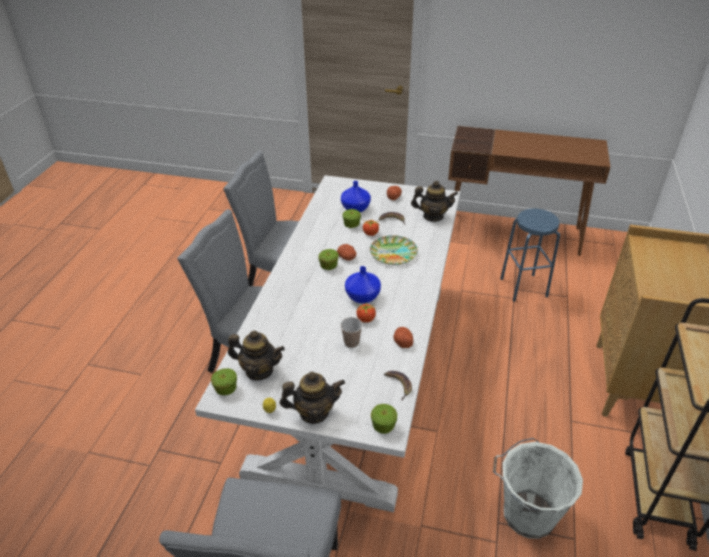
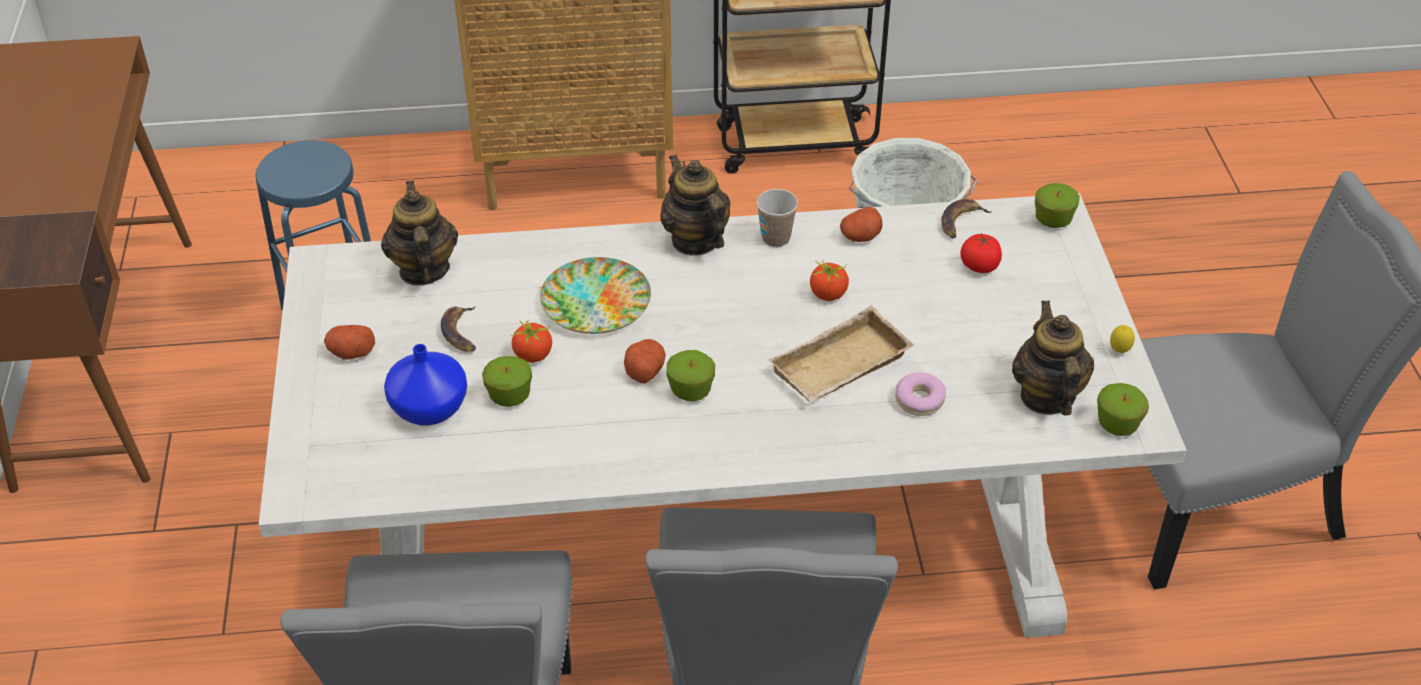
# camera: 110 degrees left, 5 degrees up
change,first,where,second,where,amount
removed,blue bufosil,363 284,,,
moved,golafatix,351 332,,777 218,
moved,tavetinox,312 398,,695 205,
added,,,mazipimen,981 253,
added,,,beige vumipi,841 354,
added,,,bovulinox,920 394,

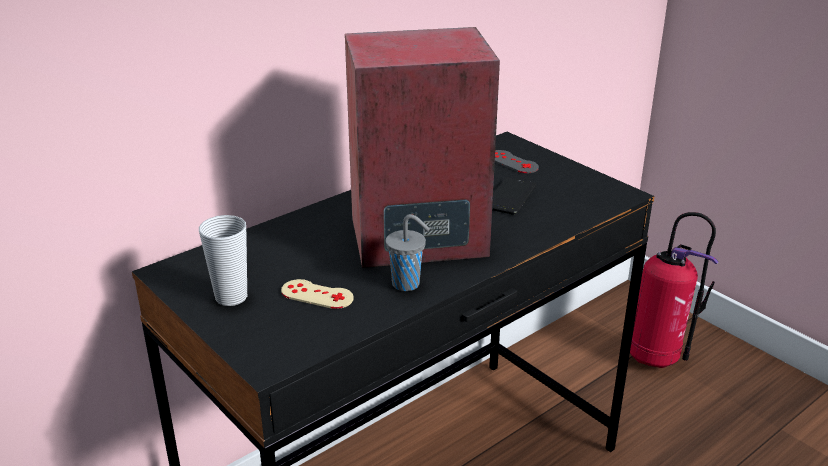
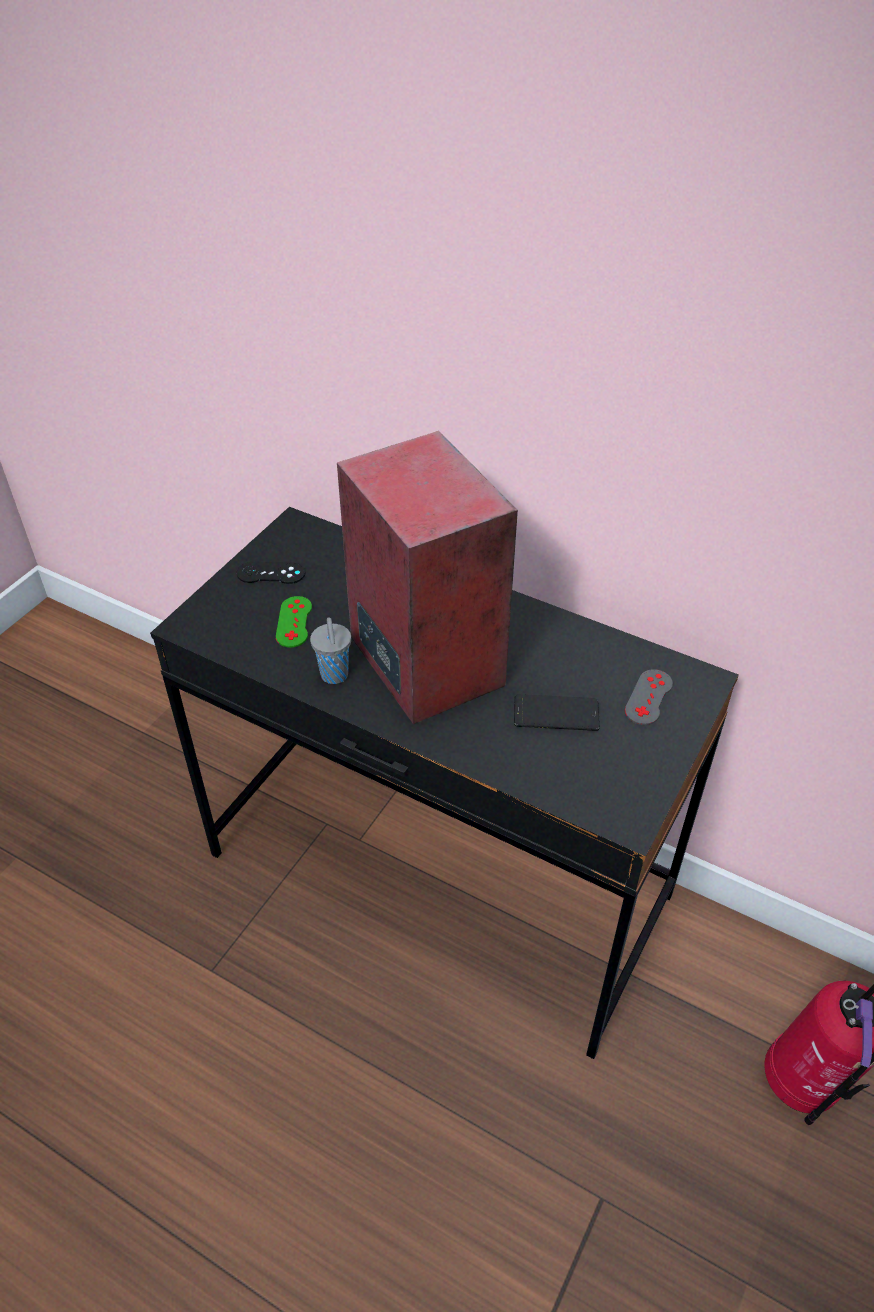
# camera: 70 degrees right, 15 degrees up
change,first,where,second,where,amount
replaced,golafatix,223 260,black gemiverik,270 573,
recoloured,beige gemiverik,317 294,green gemiverik,294 622,

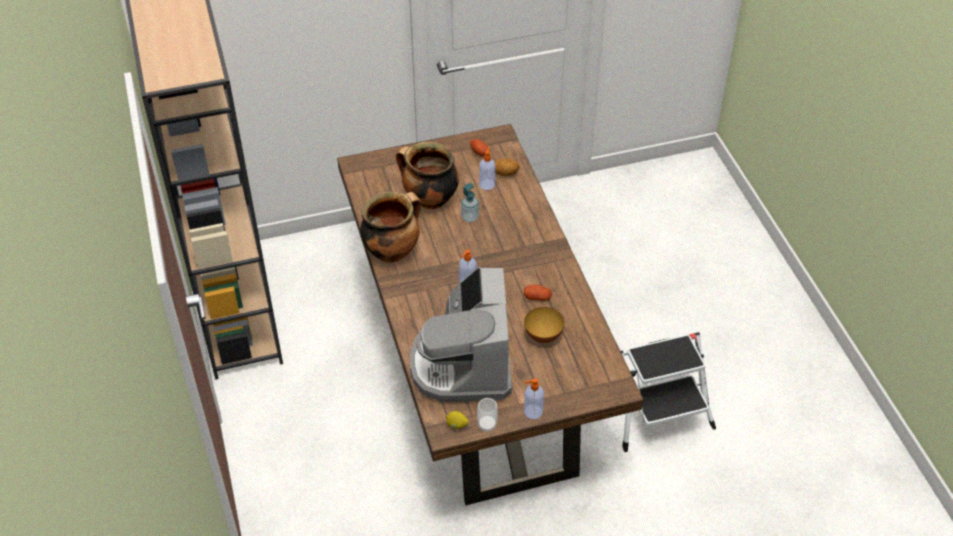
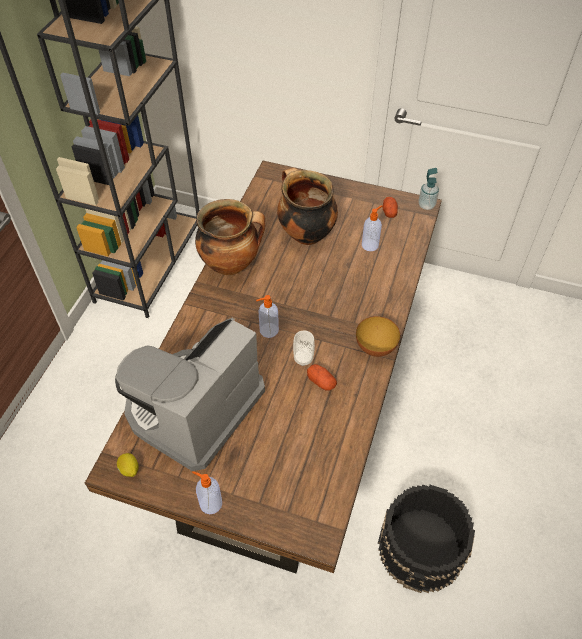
# camera: 35 degrees right, 5 degrees up
change,first,where,second,where,amount
removed,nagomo,507 167,,,
moved,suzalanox,470 202,,428 189,
moved,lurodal,544 325,,378 336,
replaced,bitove,668 392,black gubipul,426 539,
moved,golafatix,487 415,,304 348,

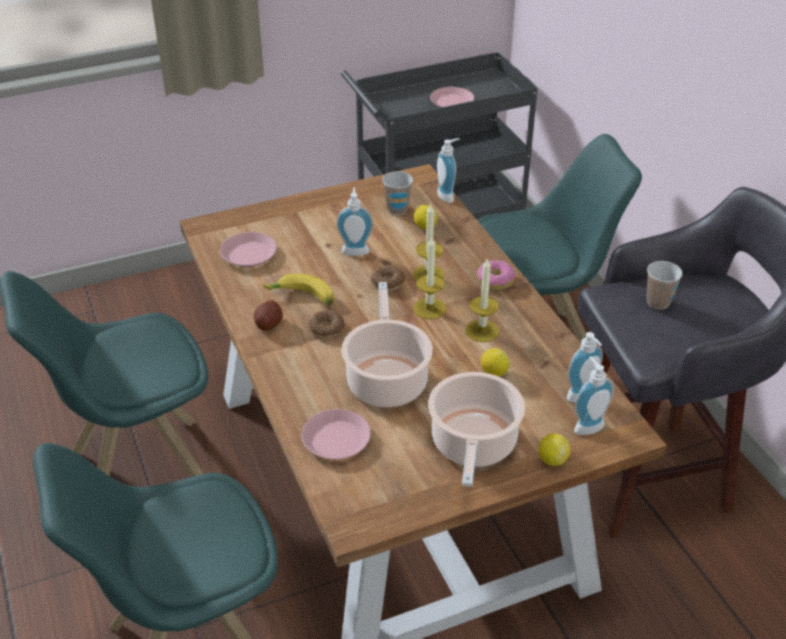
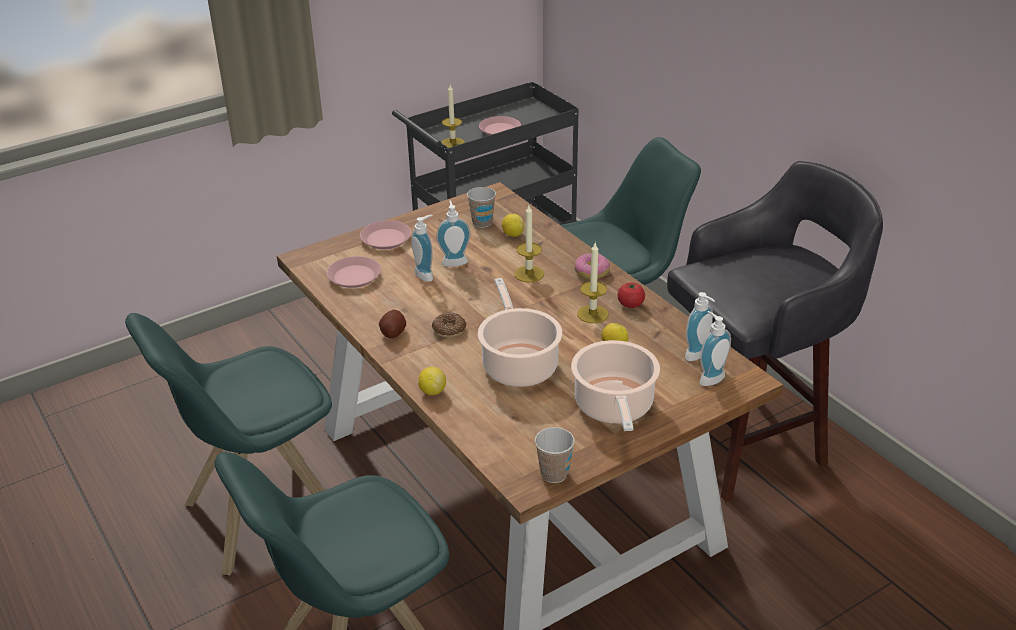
# camera: 10 degrees left, 5 degrees down
change,first,where,second,where,amount
moved,suzalanox,448 170,,422 248,
moved,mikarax,429 278,,453 116,
moved,golafatix,665 285,,555 455,
removed,bovulinox,388 278,,,
removed,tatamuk,298 290,,,
moved,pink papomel,336 434,,385 234,
moved,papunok,555 449,,432 381,
added,,,mazipimen,631 295,

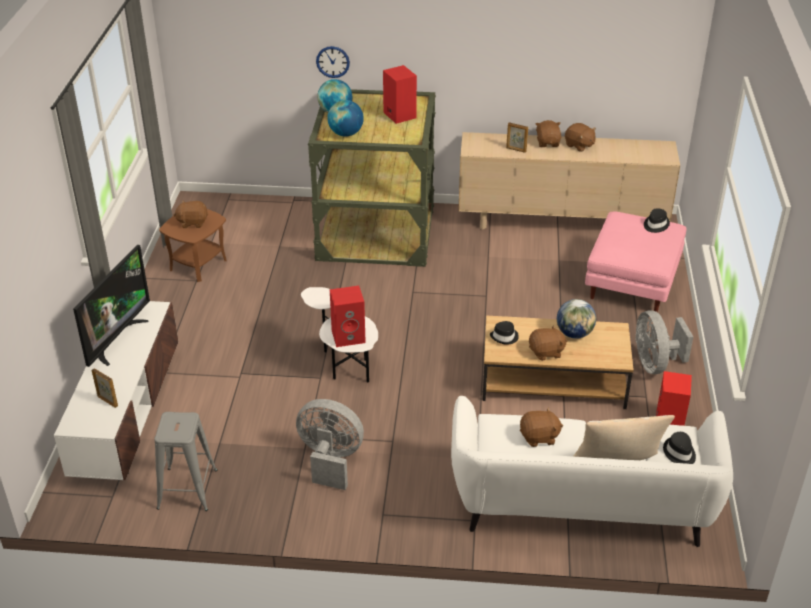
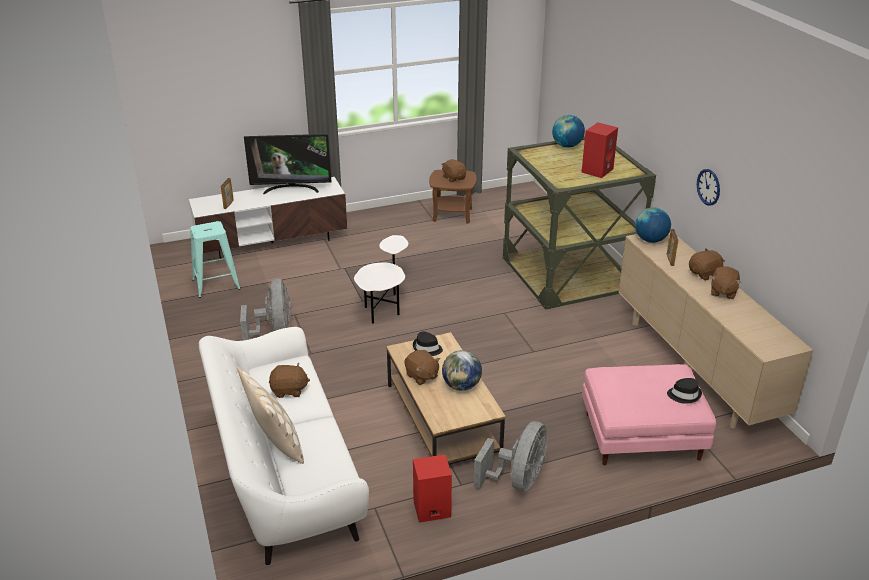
# camera: 65 degrees right, 5 degrees down
change,first,where,second,where,amount
moved,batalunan,333 62,,708 187,
moved,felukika,345 118,,653 225,
removed,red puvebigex,348 316,,,
turned,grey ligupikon,664 342,,510 456,150 degrees clockwise
turned,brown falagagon,541 427,,289 380,60 degrees counterclockwise
recoloured,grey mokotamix,185 461,turquoise mokotamix,215 259,
removed,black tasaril,679 448,,,

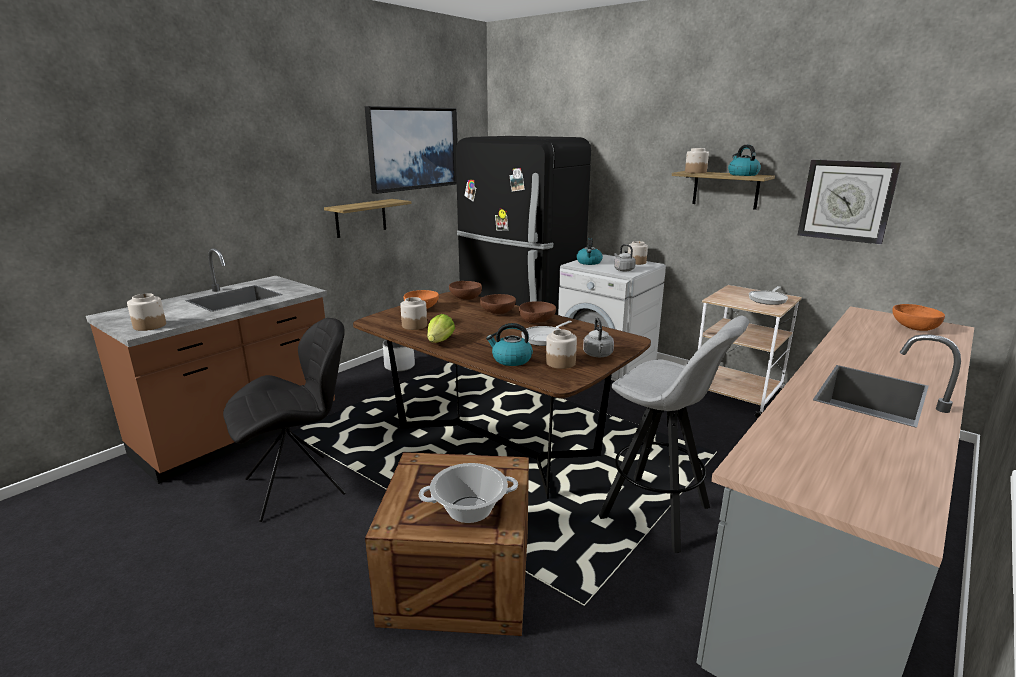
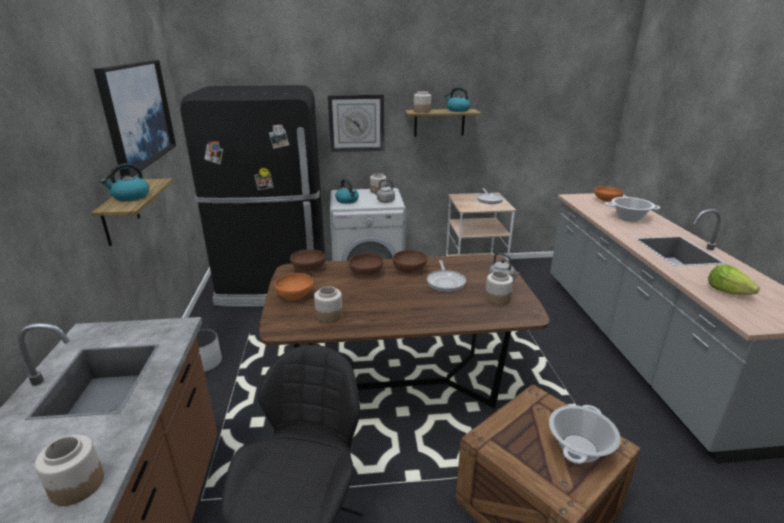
# camera: 45 degrees left, 5 degrees up
change,first,where,second,where,amount
moved,batalunan,849 202,,356 123,
moved,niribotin,441 328,,734 279,
removed,grey mokotamix,674 434,,,
moved,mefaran,509 344,,125 182,
added,,,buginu,633 209,

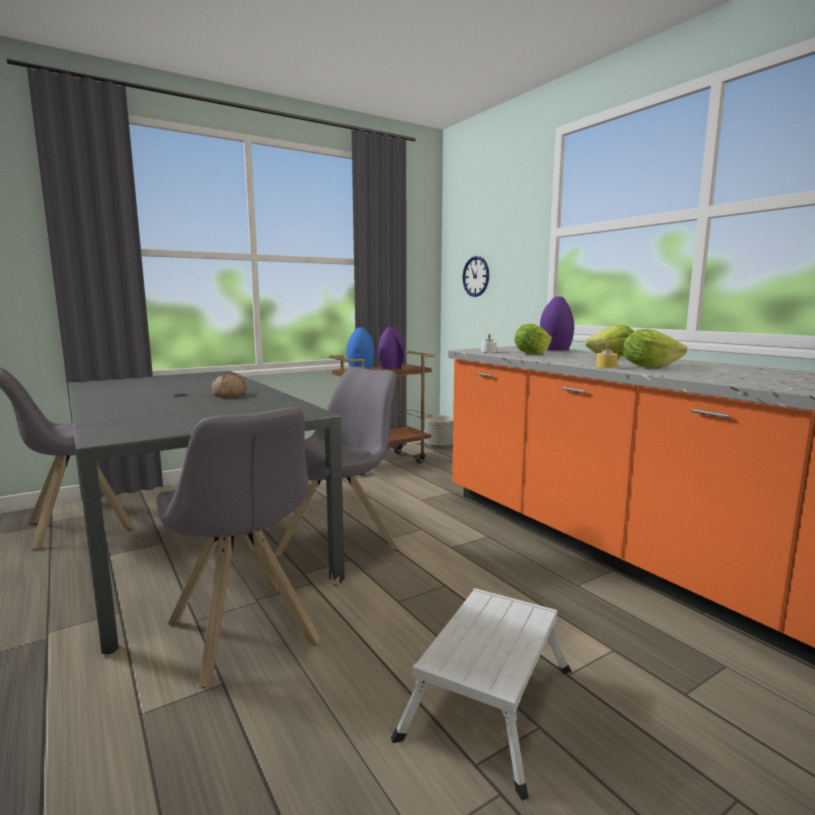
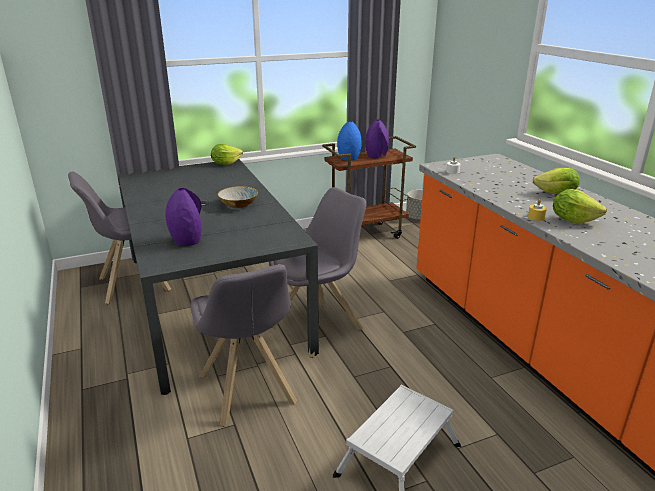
# camera: 10 degrees right, 15 degrees up
change,first,where,second,where,amount
removed,batalunan,475 276,,,
moved,purple bufosil,557 323,,183 217,
moved,niribotin,533 339,,227 154,
replaced,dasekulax,229 385,lurodal,237 197,

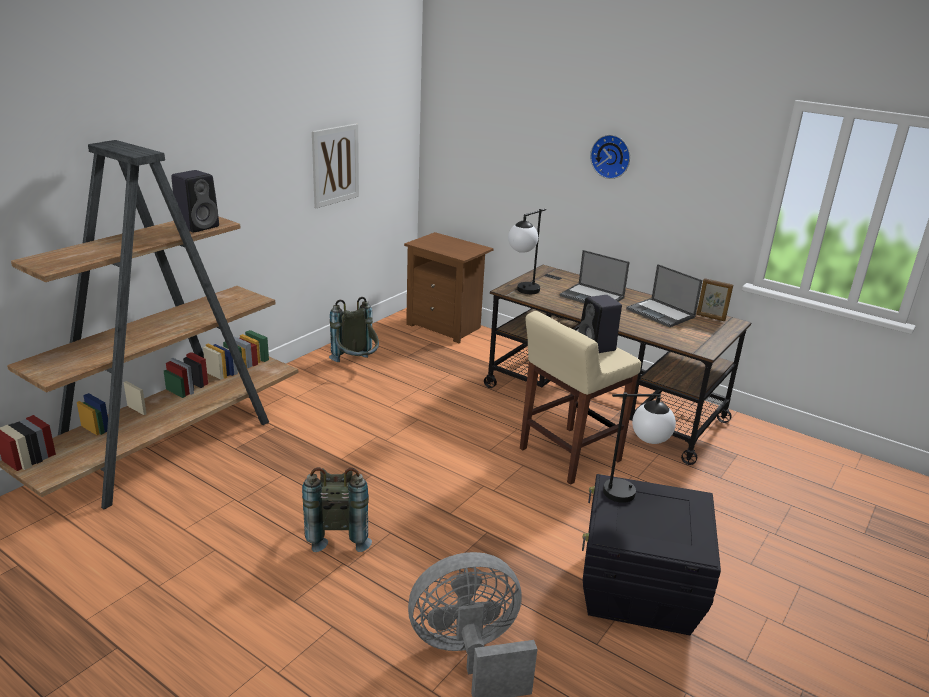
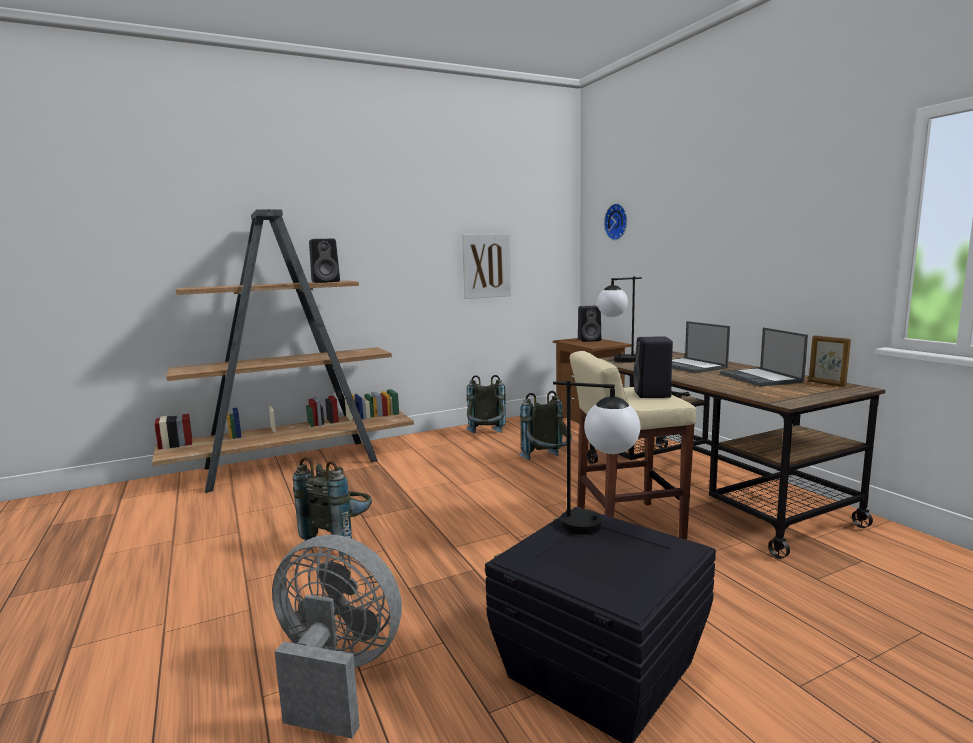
# camera: 30 degrees right, 15 degrees down
change,first,where,second,where,amount
moved,batalunan,610 157,,615 222,
added,,,black puvebigex,589 324,
added,,,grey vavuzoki,545 425,

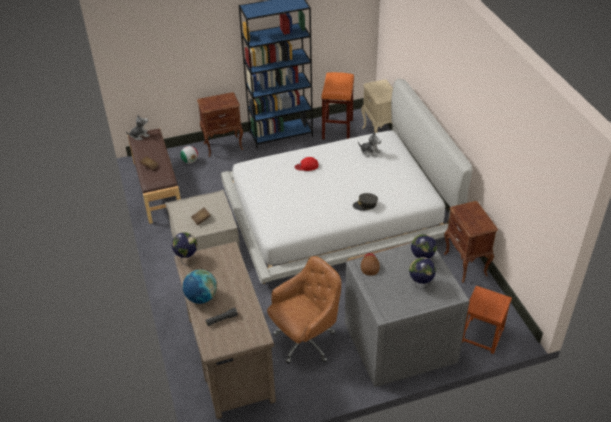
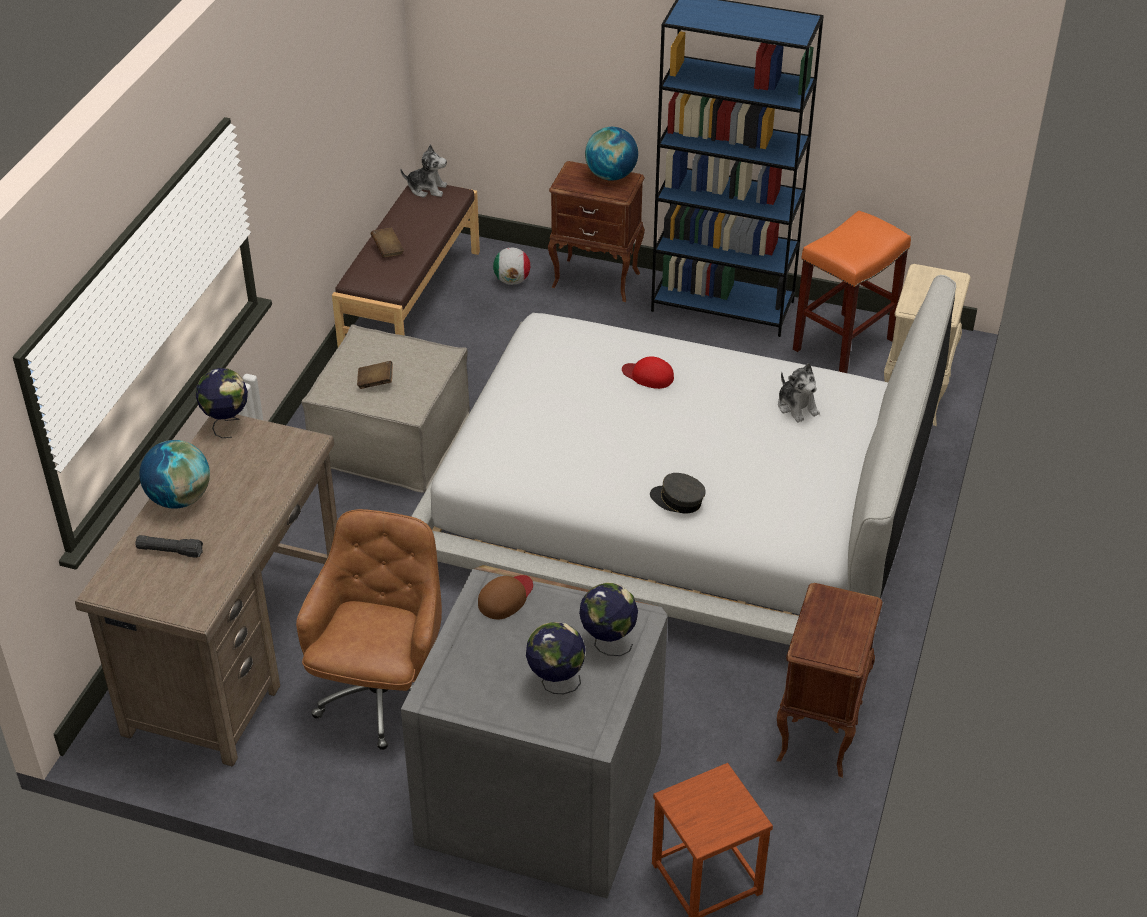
# camera: 35 degrees right, 0 degrees up
change,first,where,second,where,amount
turned,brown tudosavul,304 309,,369 629,75 degrees counterclockwise
added,,,felukika,611 154,

